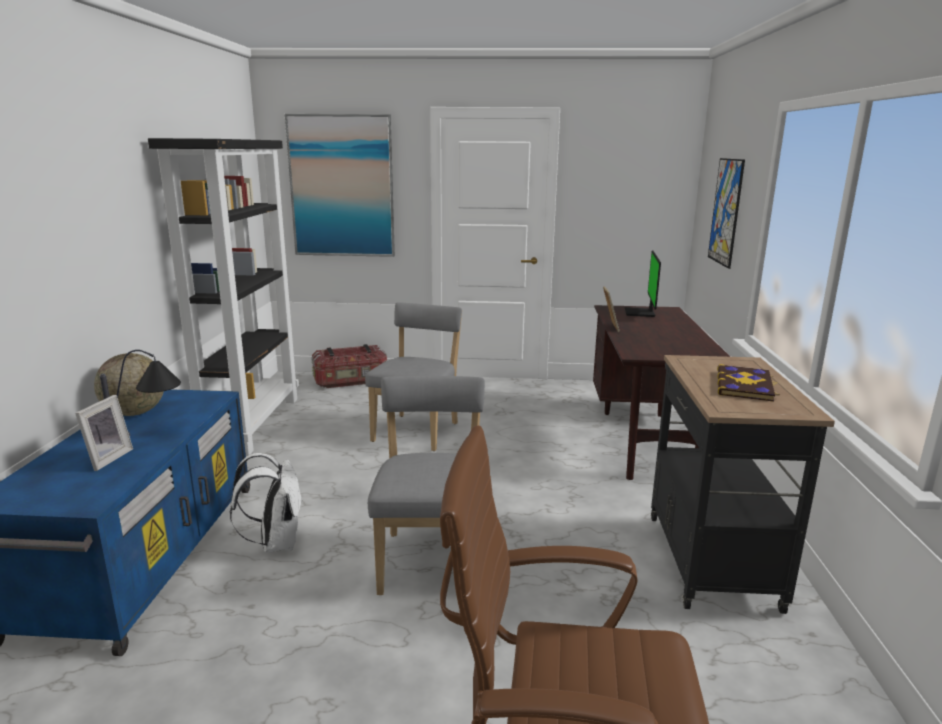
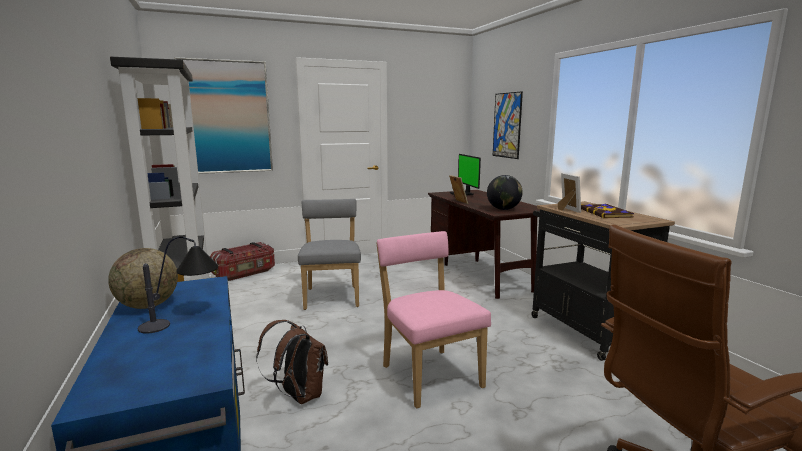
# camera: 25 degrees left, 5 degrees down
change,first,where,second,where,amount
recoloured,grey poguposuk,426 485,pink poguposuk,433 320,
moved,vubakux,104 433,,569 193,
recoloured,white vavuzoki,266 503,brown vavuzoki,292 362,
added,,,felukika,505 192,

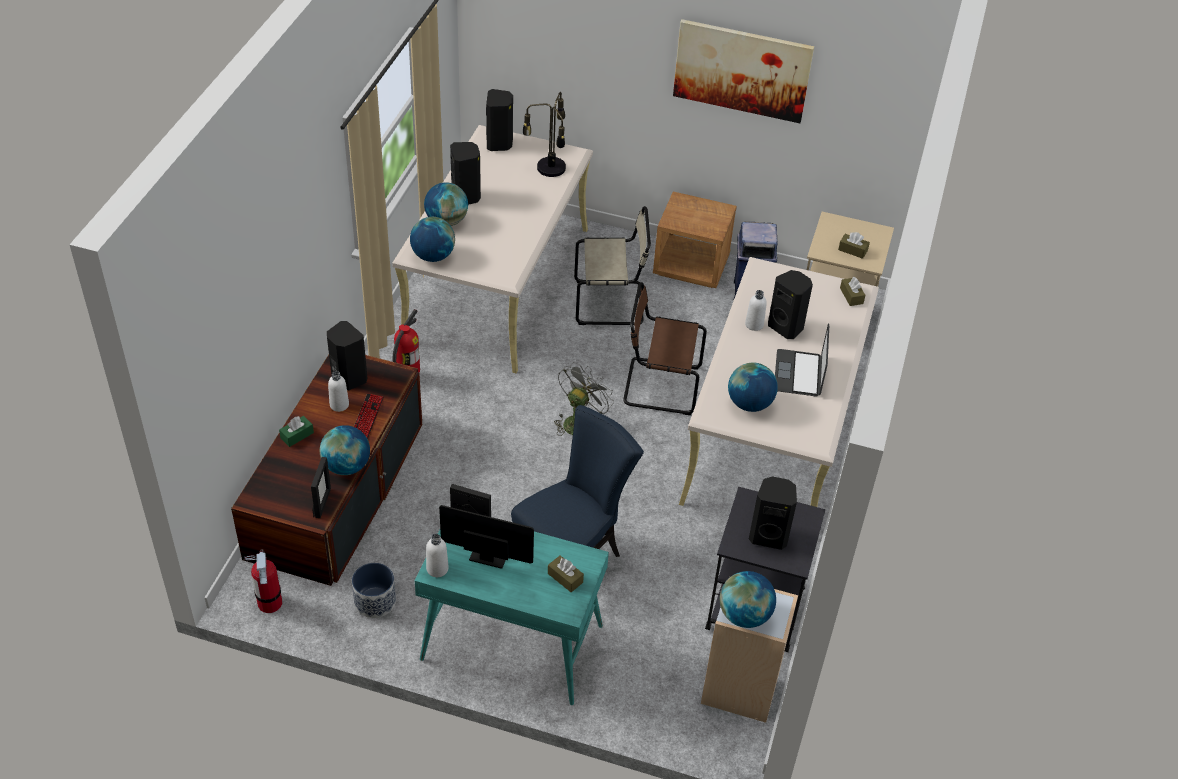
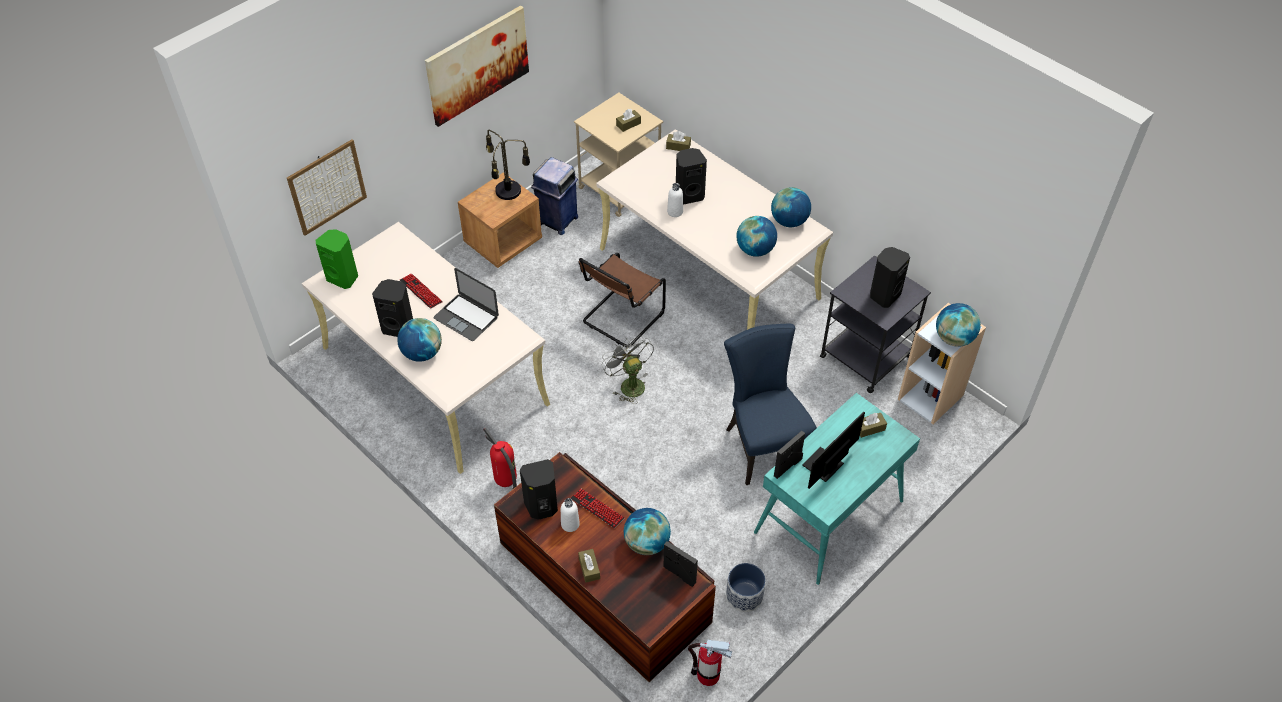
# camera: 60 degrees left, 5 degrees up
change,first,where,second,where,amount
recoloured,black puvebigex,499 120,green puvebigex,337 259,
moved,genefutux,544 134,,508 164,
removed,beige poguposuk,612 265,,,
moved,felukika,432 239,,791 207,
moved,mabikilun,802 360,,466 304,
recoloured,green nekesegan,296 431,brown nekesegan,589 566,
removed,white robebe,437 555,,,
added,,,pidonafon,327 187,
added,,,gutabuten,421 291,

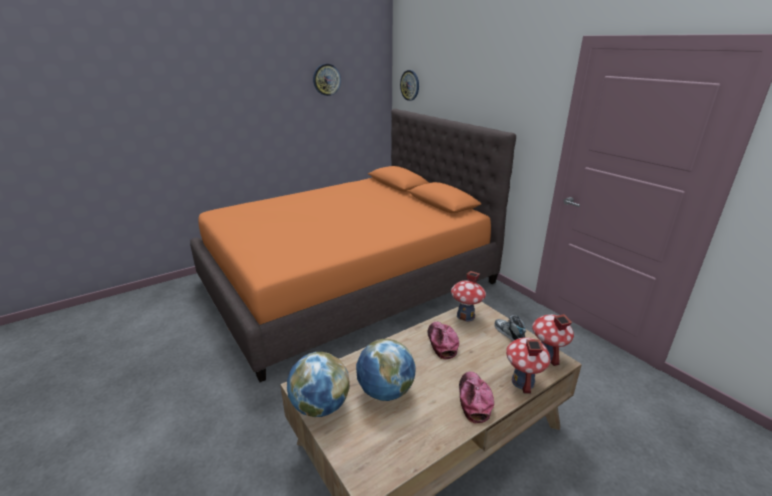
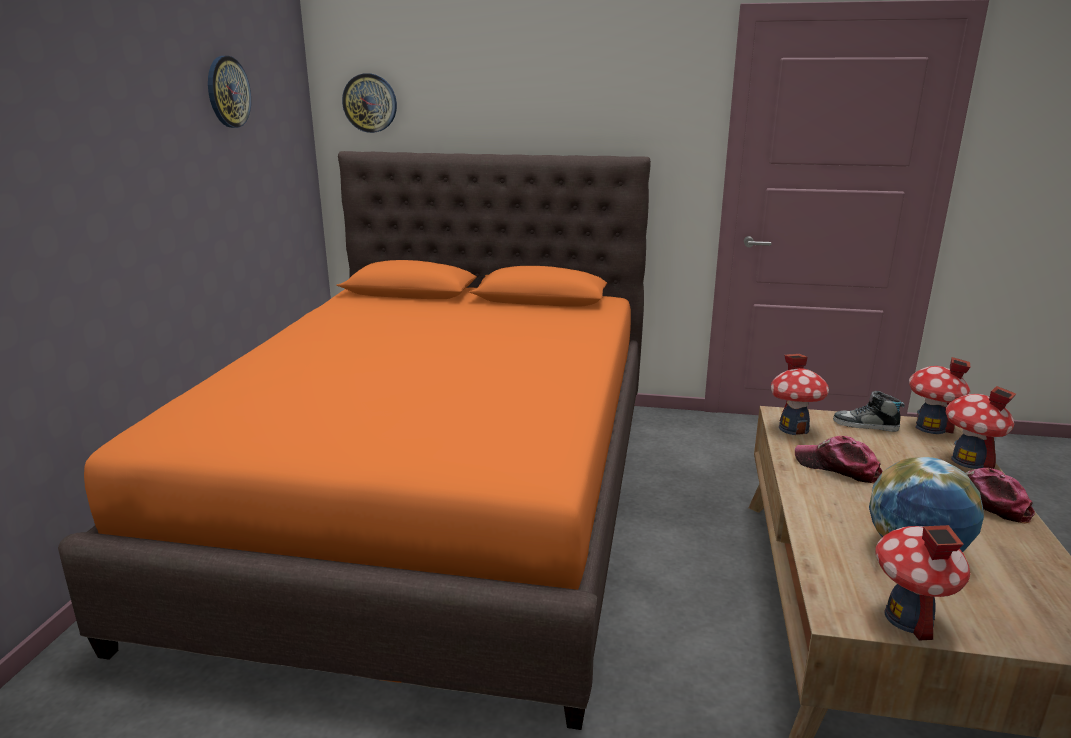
# camera: 45 degrees left, 5 degrees down
change,first,where,second,where,amount
replaced,felukika,318 384,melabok,923 582,

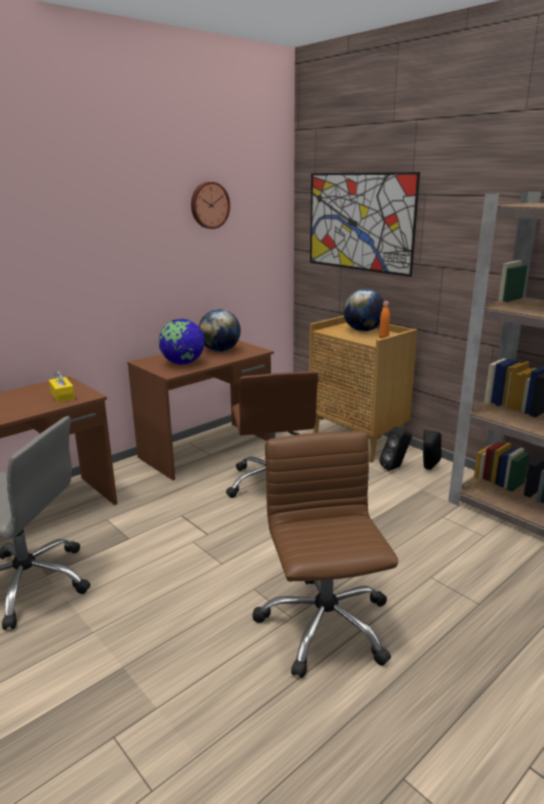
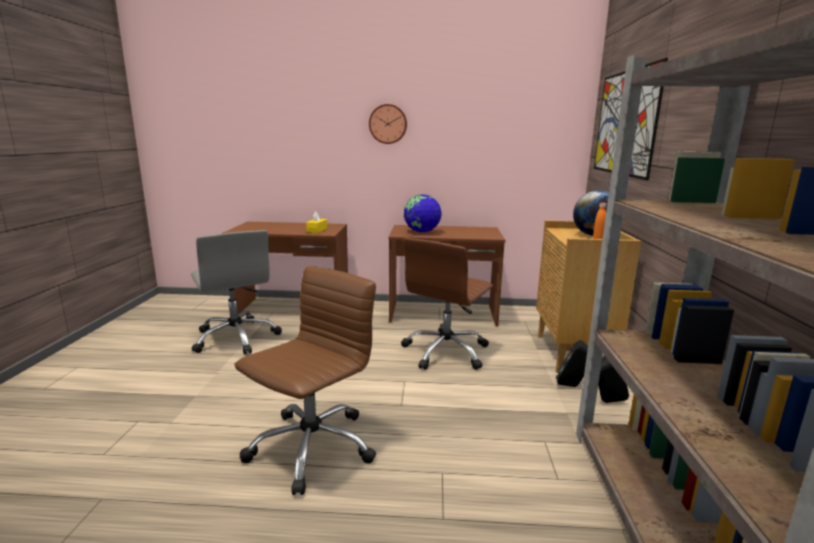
# camera: 45 degrees right, 5 degrees down
change,first,where,second,where,amount
moved,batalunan,210 205,,388 124,
removed,felukika,220 330,,,

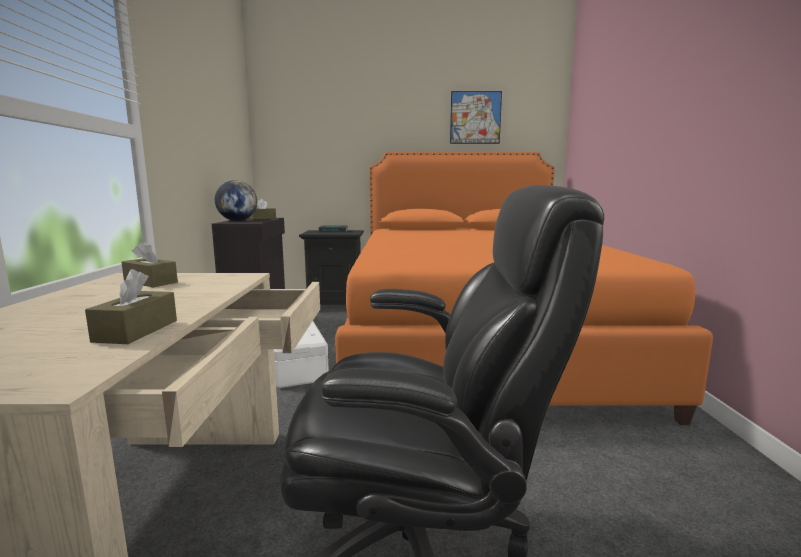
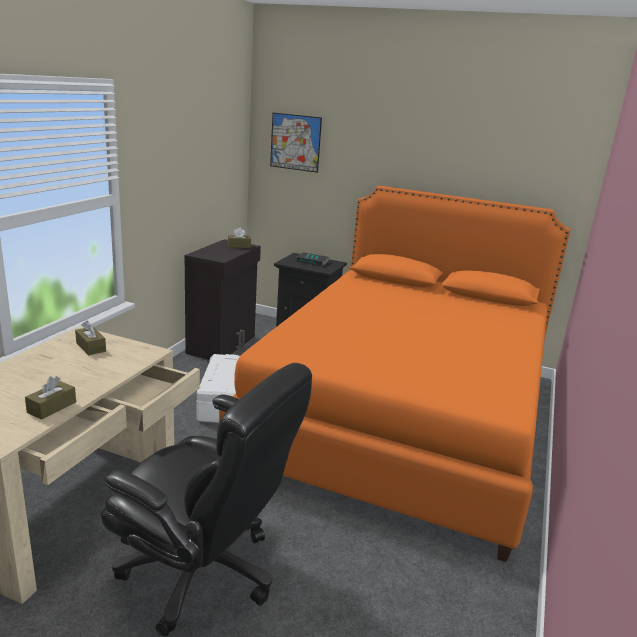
# camera: 20 degrees right, 10 degrees up
change,first,where,second,where,amount
moved,pidonafon,476 117,,296 143,
removed,felukika,236 200,,,

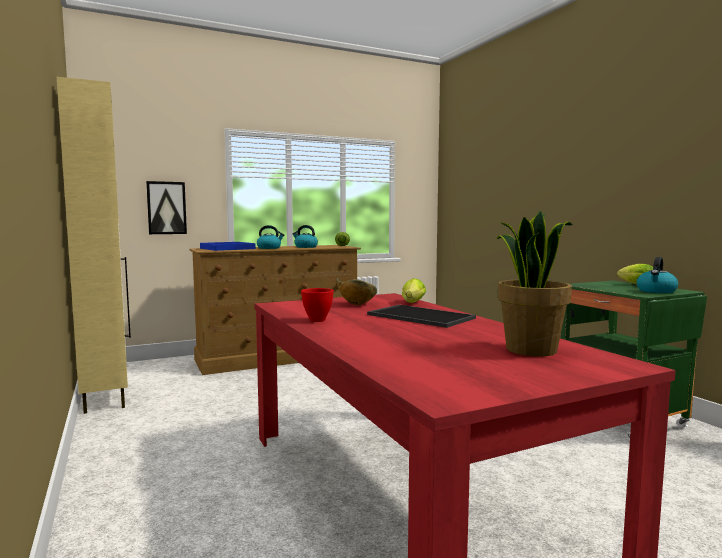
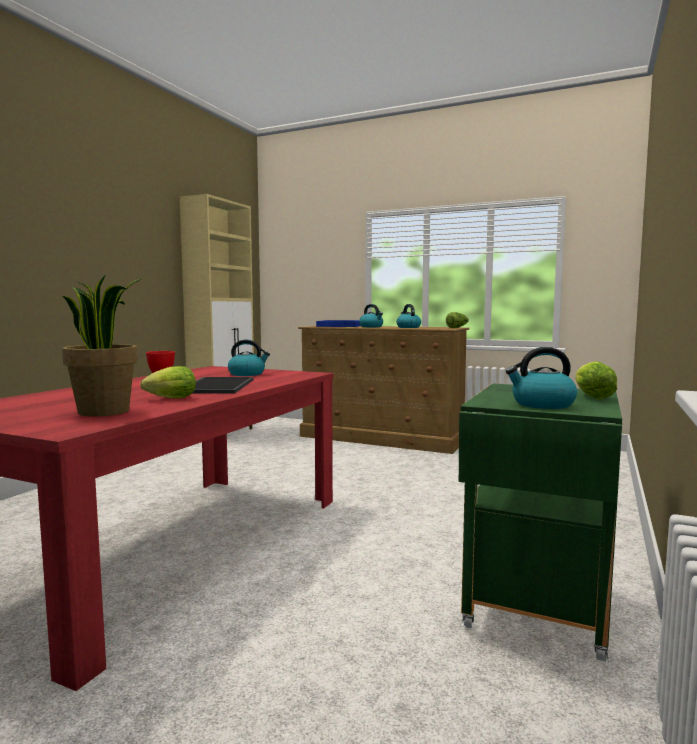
# camera: 50 degrees right, 0 degrees up
change,first,where,second,where,amount
removed,pidonafon,166 207,,,
replaced,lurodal,356 291,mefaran,249 358,
moved,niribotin,414 290,,168 382,

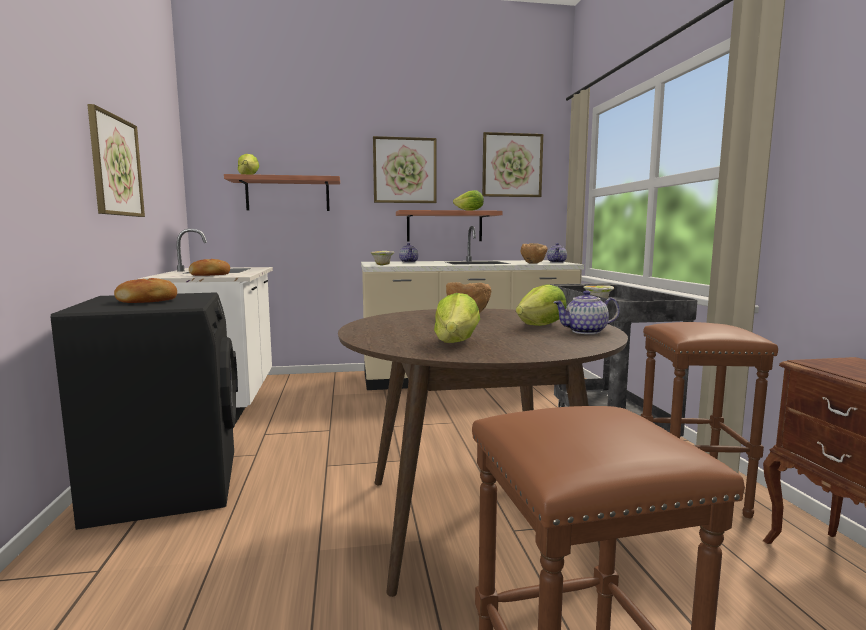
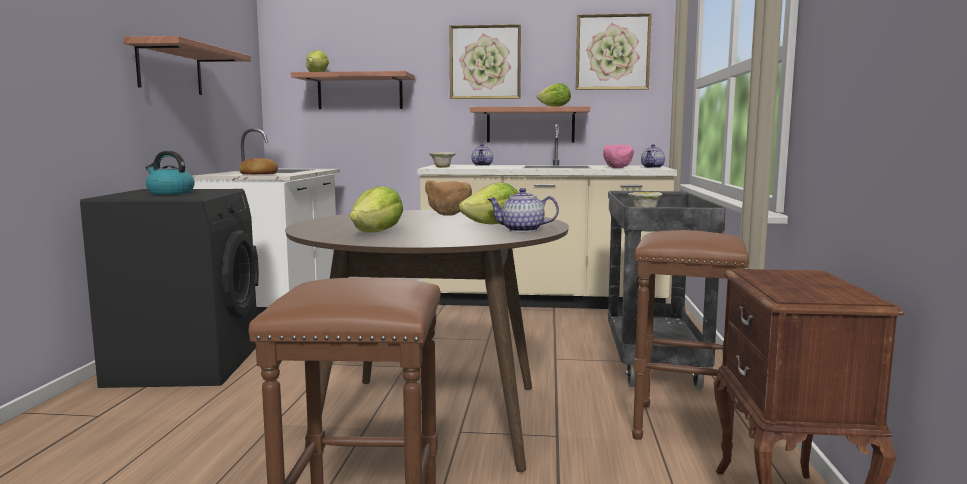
# camera: 15 degrees right, 0 degrees up
change,first,where,second,where,amount
replaced,pidonafon,116 160,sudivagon,187 65,
recoloured,brown lurodal,534 253,pink lurodal,618 156,
replaced,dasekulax,145 290,mefaran,170 173,

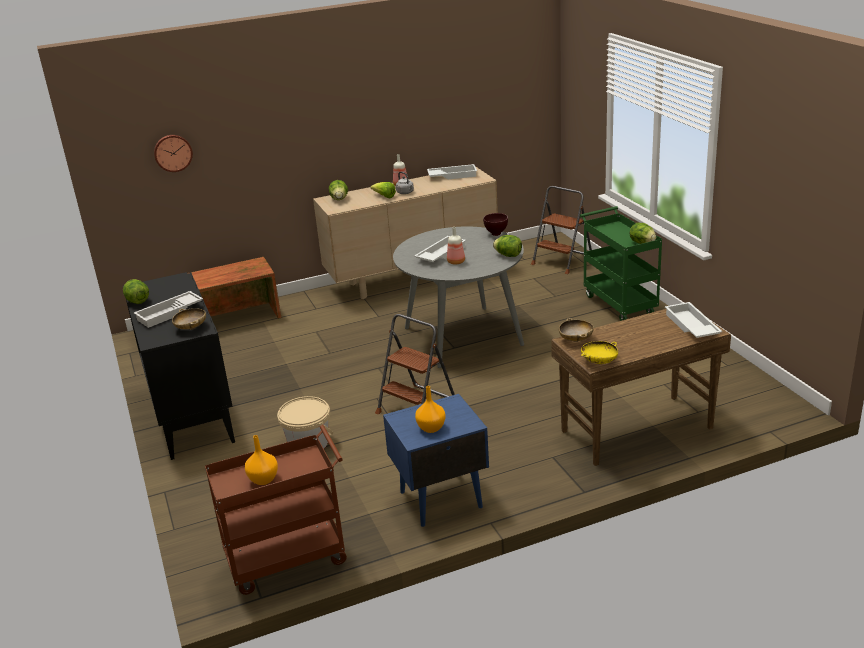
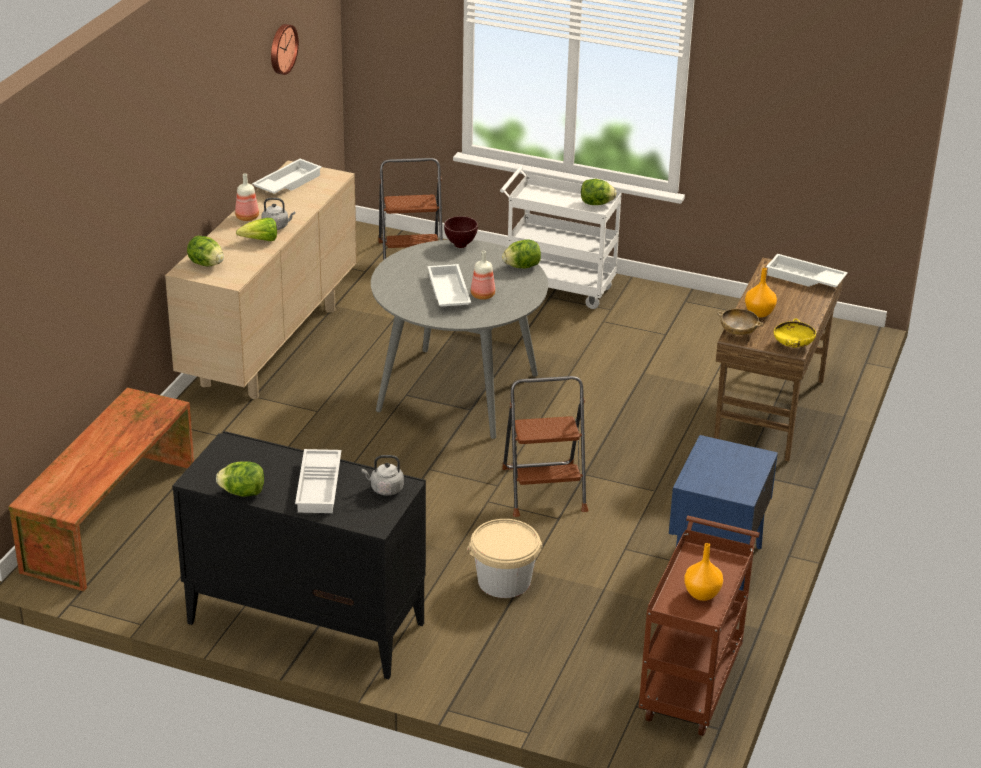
# camera: 50 degrees left, 5 degrees up
change,first,where,second,where,amount
moved,batalunan,173 153,,285 49,
recoloured,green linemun,621 263,white linemun,561 237,
replaced,beige lurodal,189 319,grey mefaran,383 475,
moved,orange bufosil,430 409,,761 292,

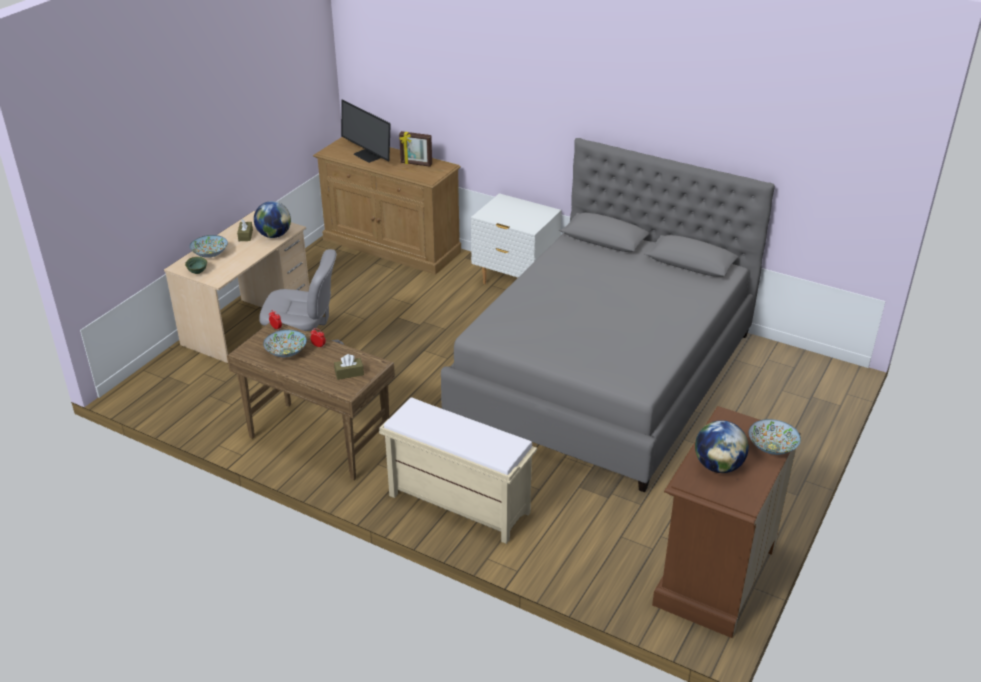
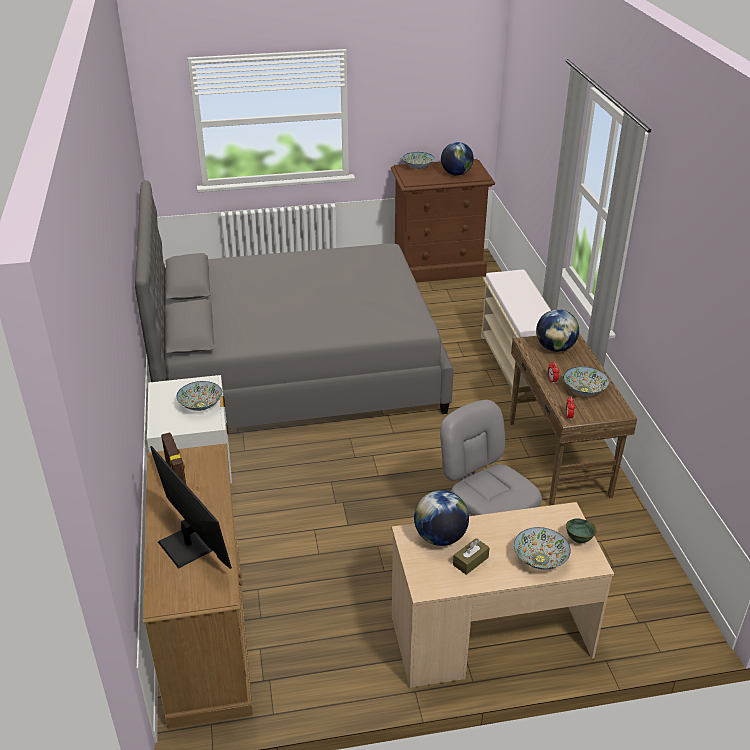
# camera: 130 degrees left, 0 degrees up
change,first,where,second,where,amount
turned,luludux,366 131,,191 507,45 degrees counterclockwise
replaced,brown nekesegan,349 367,felukika,557 330,
added,,,lurodal,199 396,

